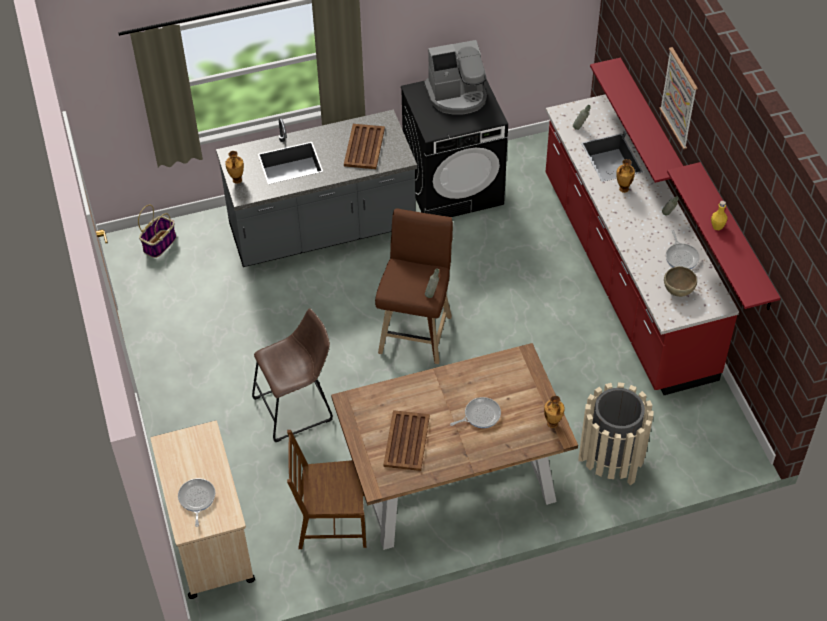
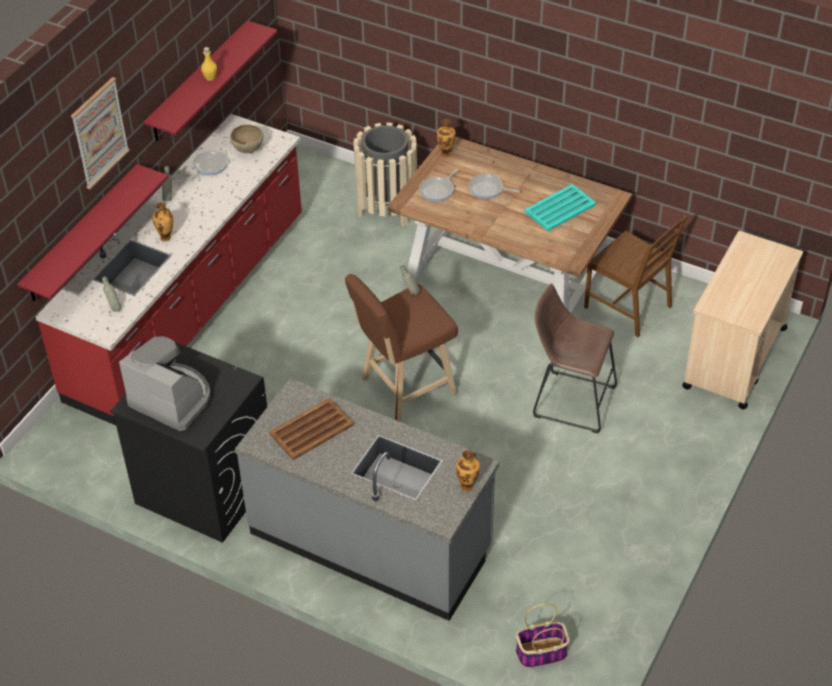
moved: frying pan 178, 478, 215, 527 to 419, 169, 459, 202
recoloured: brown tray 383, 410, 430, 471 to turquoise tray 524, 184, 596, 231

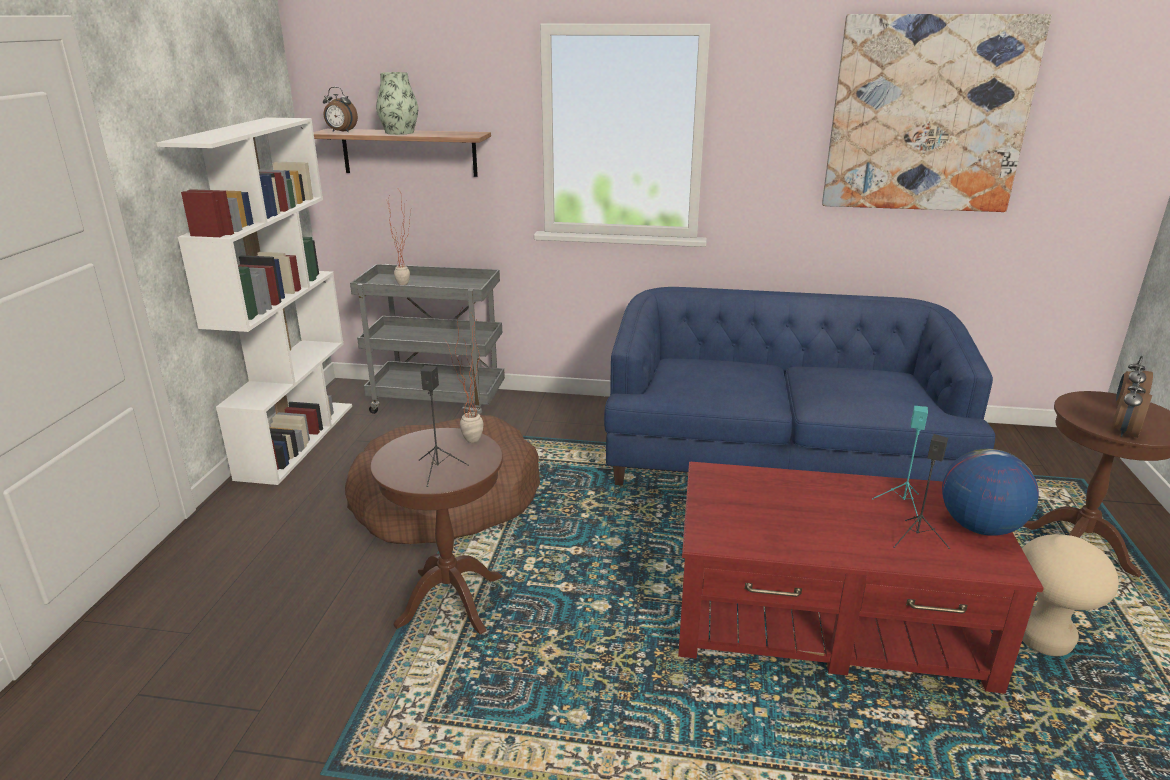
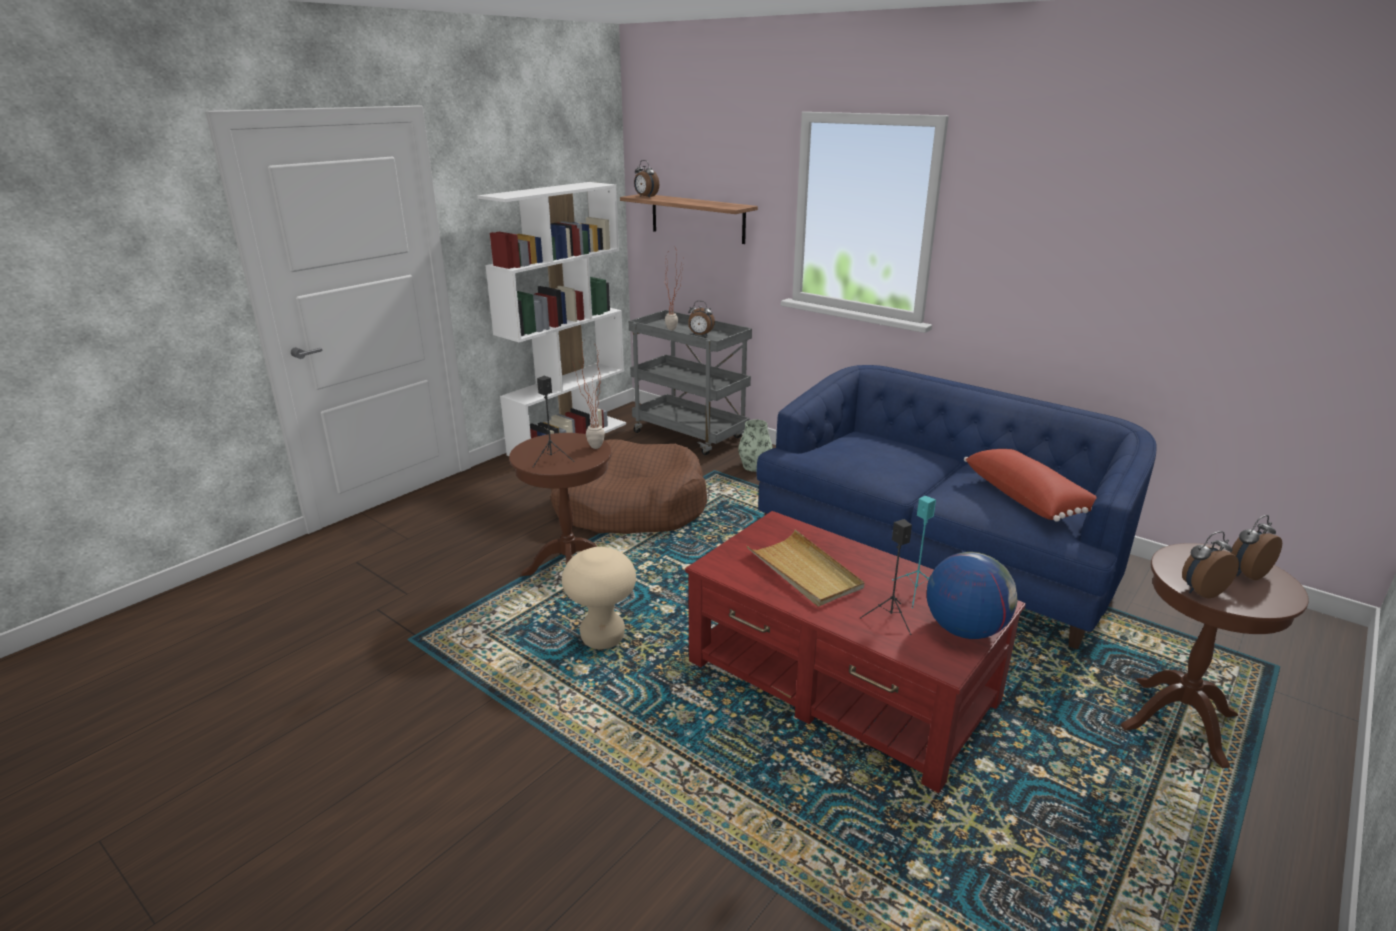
removed: picture 822, 14, 1051, 212
added: alarm clock 688, 301, 715, 336; beige tray 747, 530, 865, 606; red pillow 964, 449, 1096, 522
moved: beige stool 1022, 534, 1119, 656 to 562, 547, 636, 649; vase 376, 72, 418, 135 to 738, 419, 773, 472

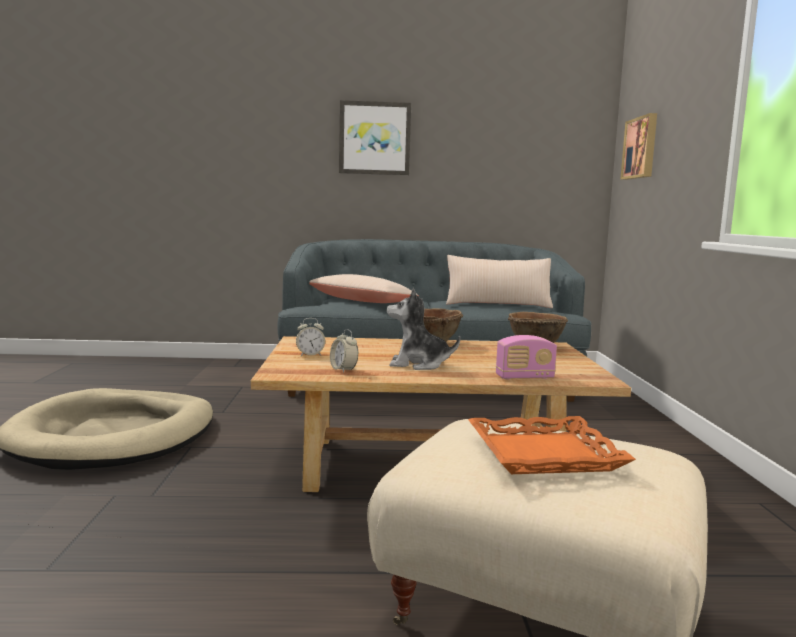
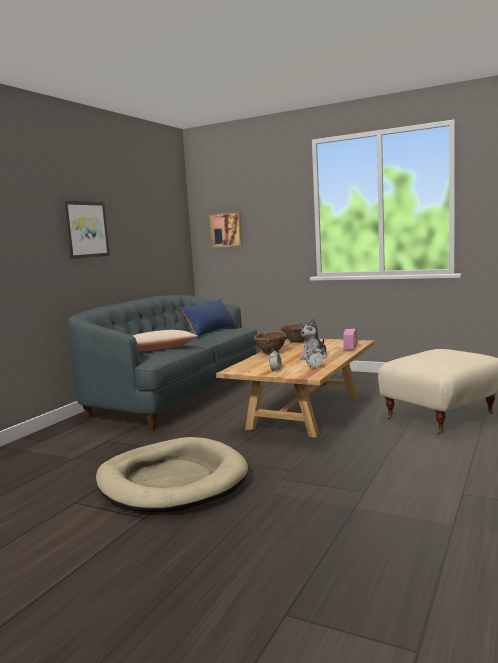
removed: orange tray 468, 416, 636, 474
recoloured: beige pillow 446, 255, 553, 308 to blue pillow 181, 299, 235, 338

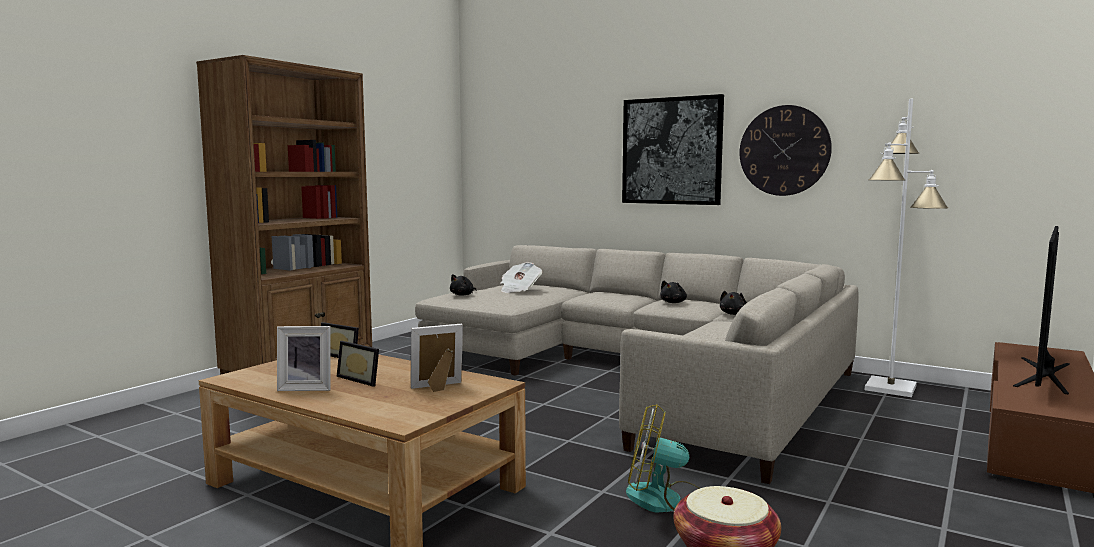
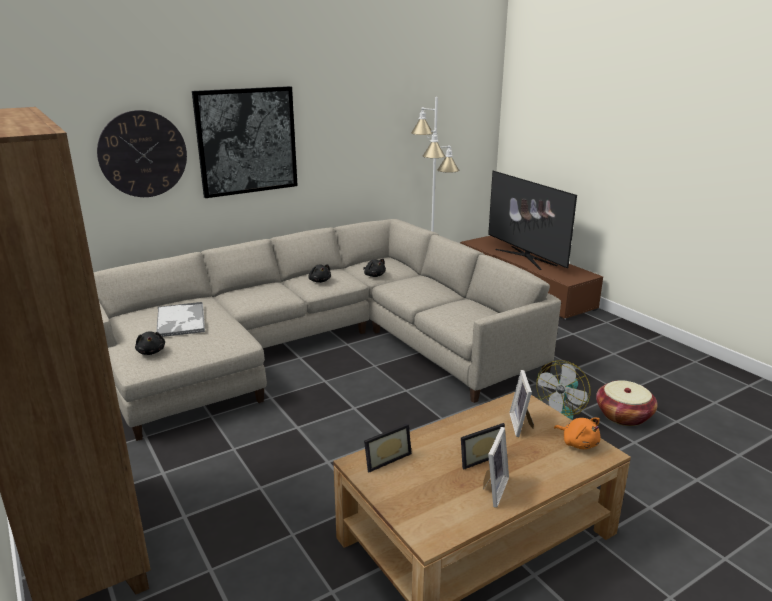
added: orange plush toy 554, 418, 601, 449
moved: wall clock 739, 105, 832, 196 to 97, 110, 187, 197
replaced: newspaper 500, 262, 542, 293 to tray 156, 302, 205, 337

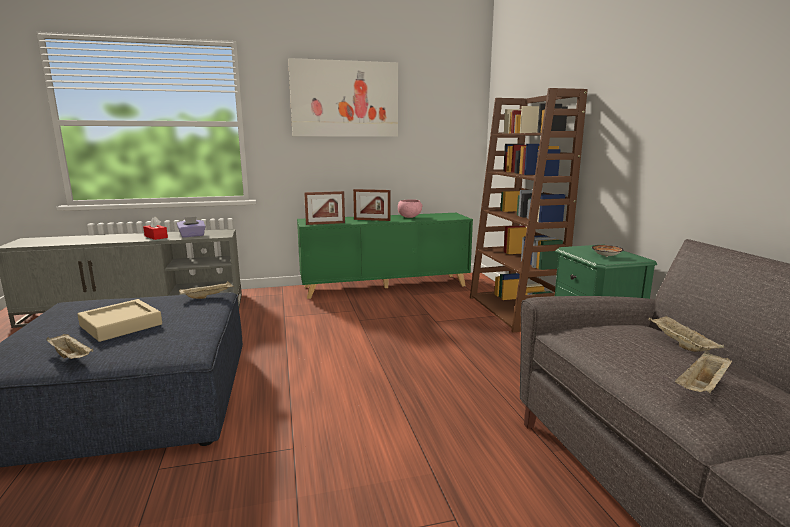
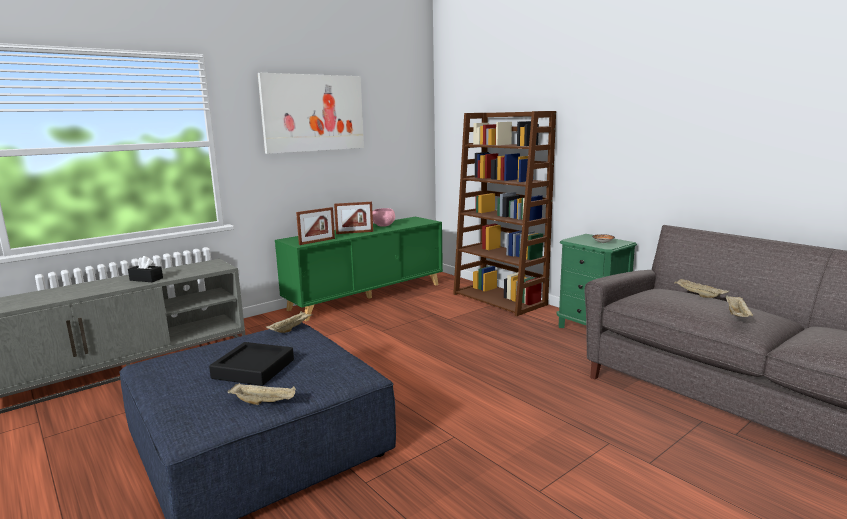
removed: purple tissue box 177, 217, 206, 237
recoloured: red tissue box 143, 216, 168, 240 to black tissue box 128, 256, 163, 282; beige tray 77, 299, 162, 342 to black tray 209, 342, 294, 386

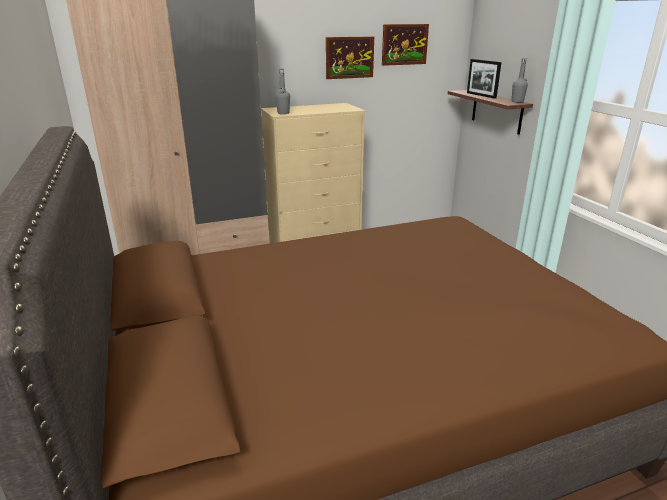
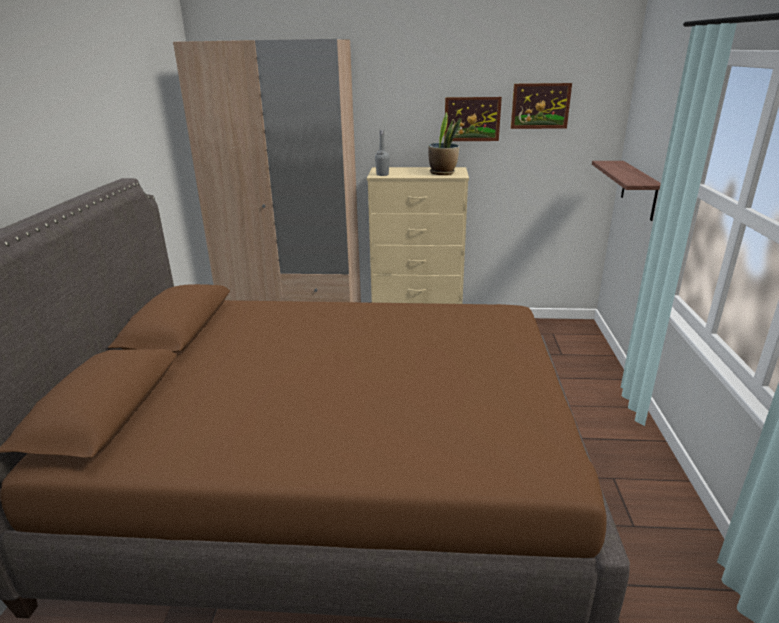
removed: picture frame 467, 59, 502, 99; grey bottle 512, 58, 528, 103
added: potted plant 429, 112, 461, 175

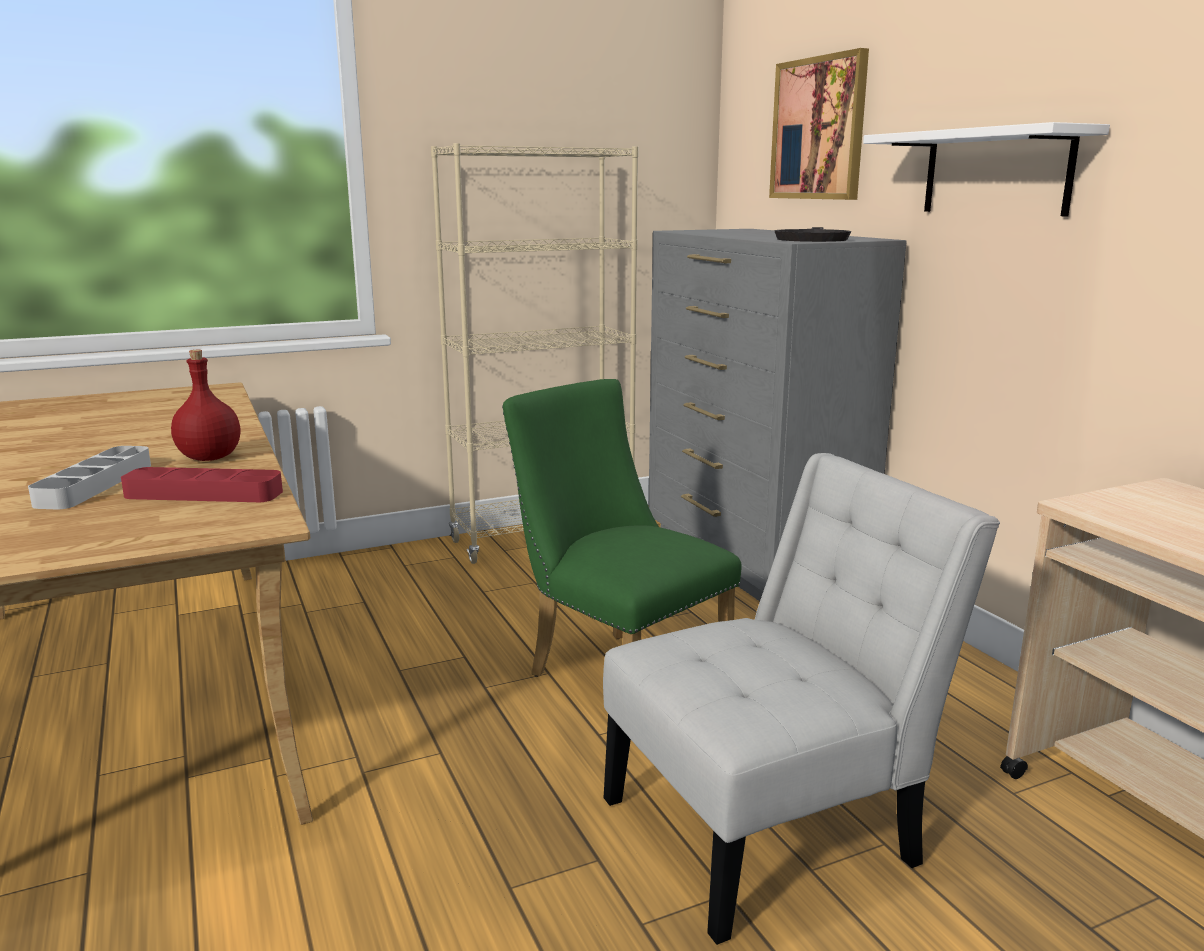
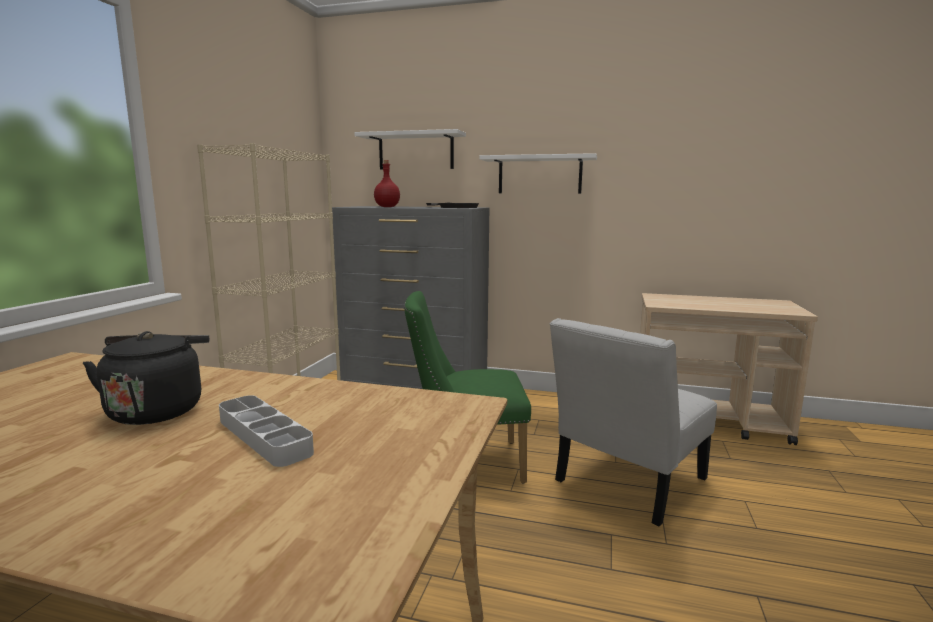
removed: red tray 121, 467, 283, 502
added: black kettle 83, 331, 210, 425
moved: red bottle 171, 350, 240, 461 to 374, 160, 400, 207
replaced: picture 769, 48, 869, 200 to white shelf 354, 129, 466, 170
turned: white chair 603, 453, 1000, 945 = 550, 318, 717, 527 150 degrees counterclockwise

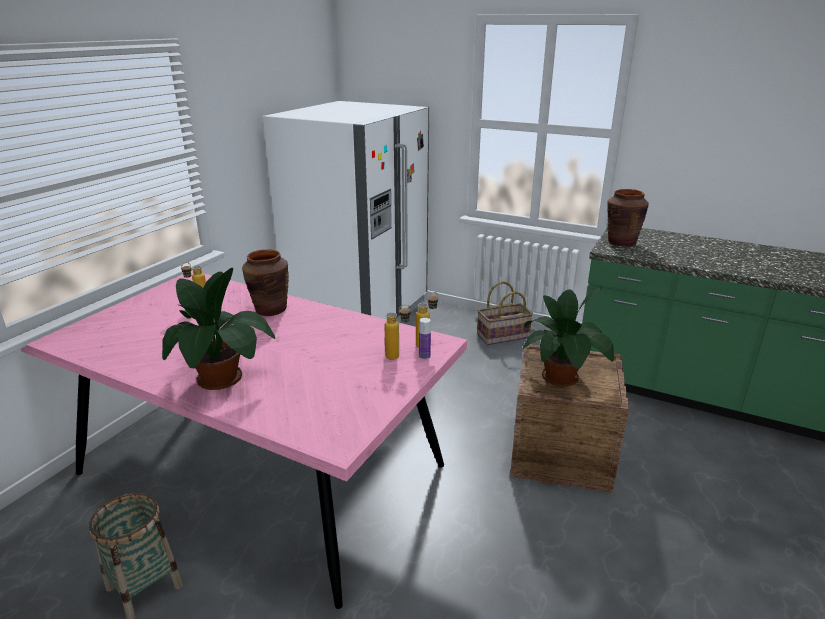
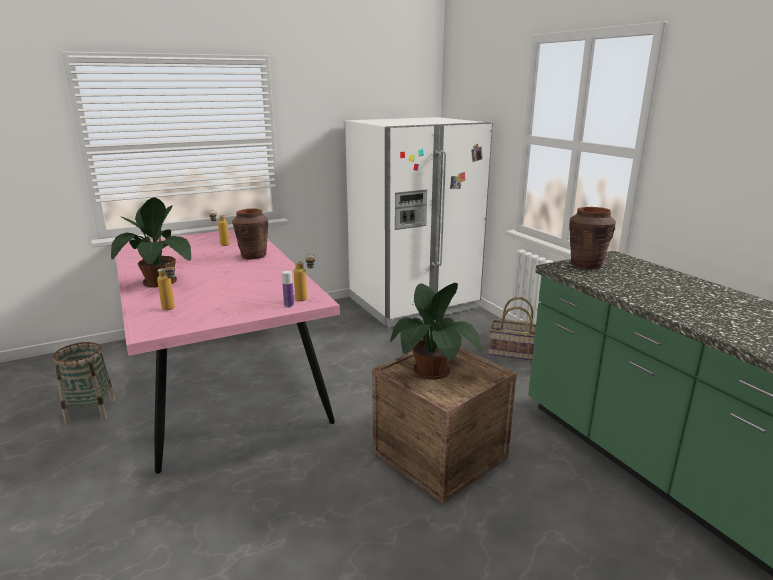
moved: bottle 385, 305, 411, 360 to 157, 263, 175, 310

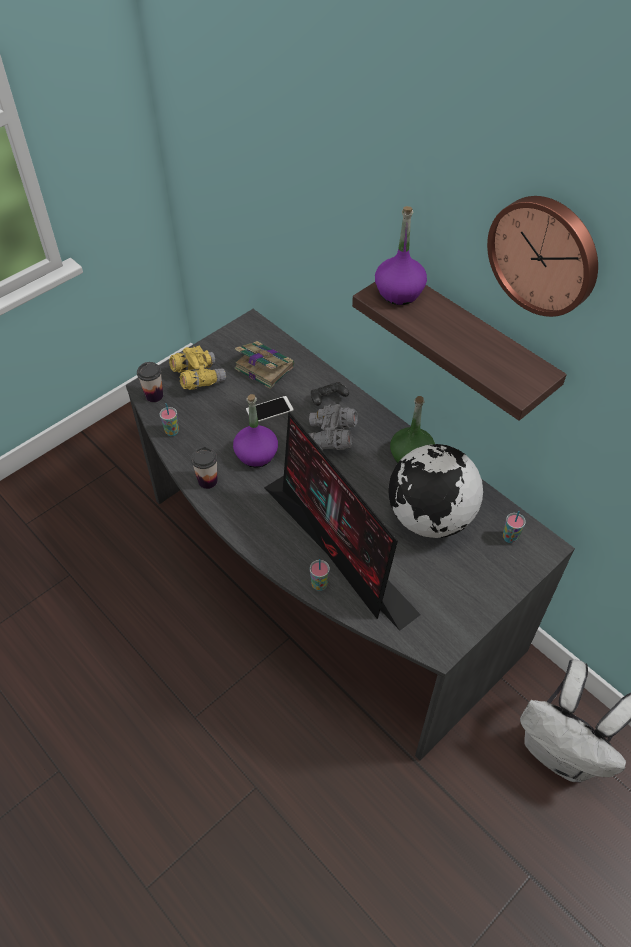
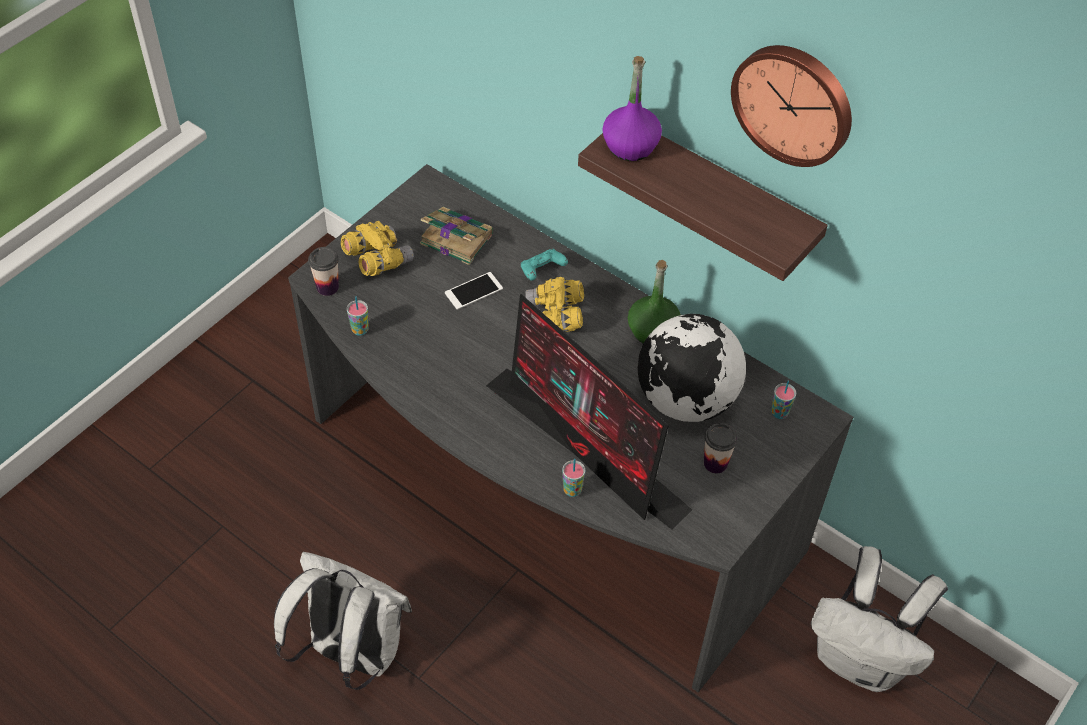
removed: purple bottle 233, 394, 278, 468
added: white backpack 274, 552, 412, 690
moved: cup 191, 447, 218, 489 to 704, 423, 738, 473
recoloured: black game controller 311, 382, 349, 406 to turquoise game controller 521, 249, 568, 281; grey binoculars 308, 404, 358, 450 to yellow binoculars 525, 277, 584, 332

